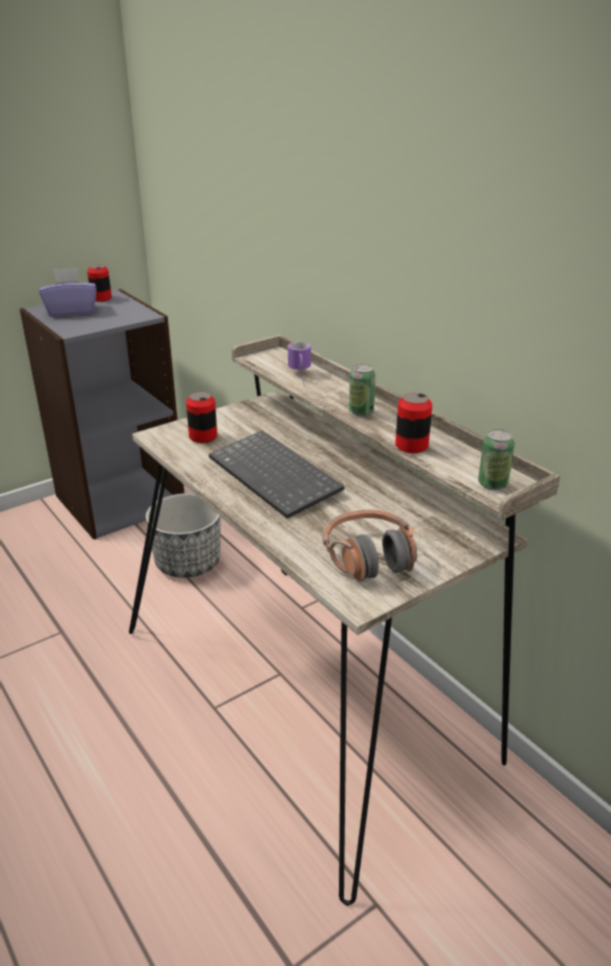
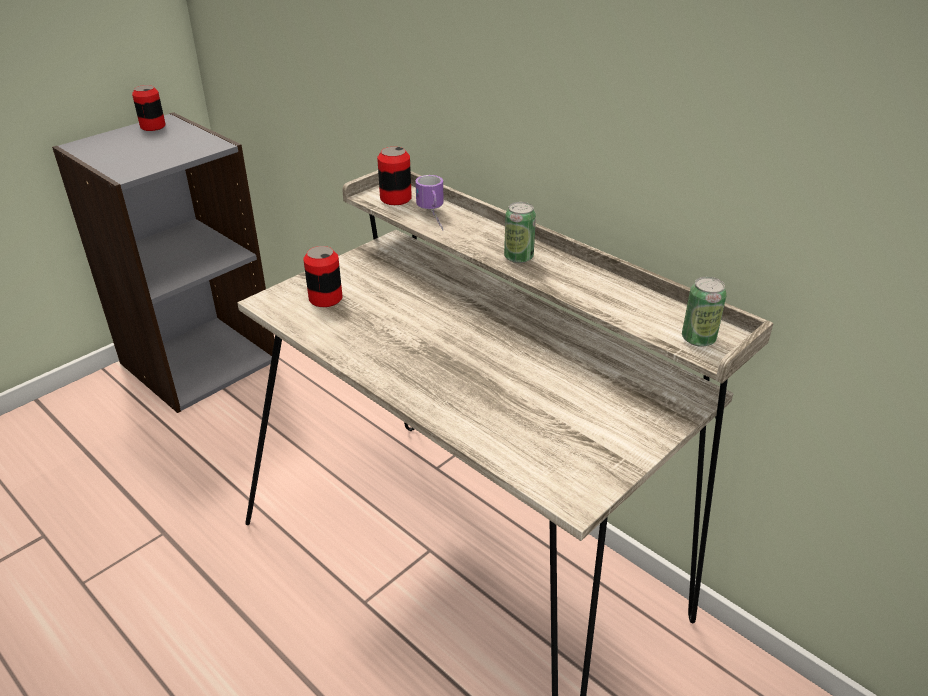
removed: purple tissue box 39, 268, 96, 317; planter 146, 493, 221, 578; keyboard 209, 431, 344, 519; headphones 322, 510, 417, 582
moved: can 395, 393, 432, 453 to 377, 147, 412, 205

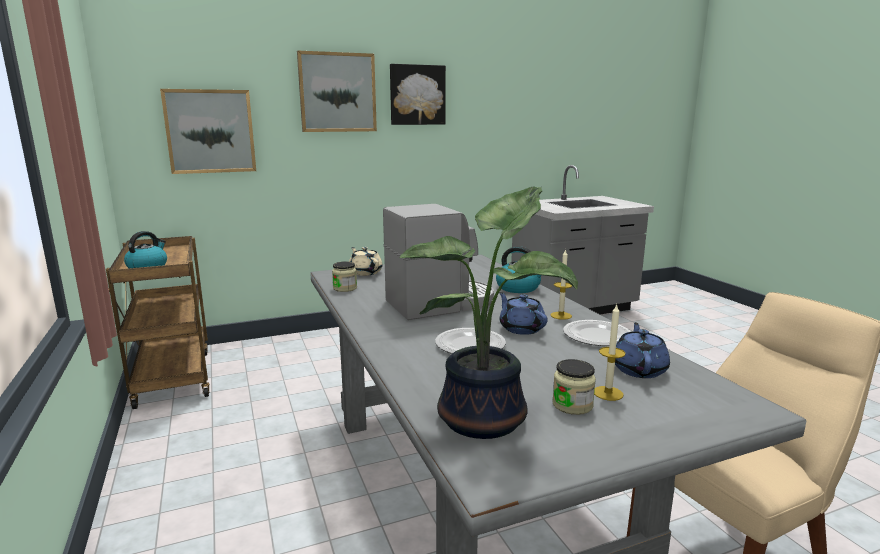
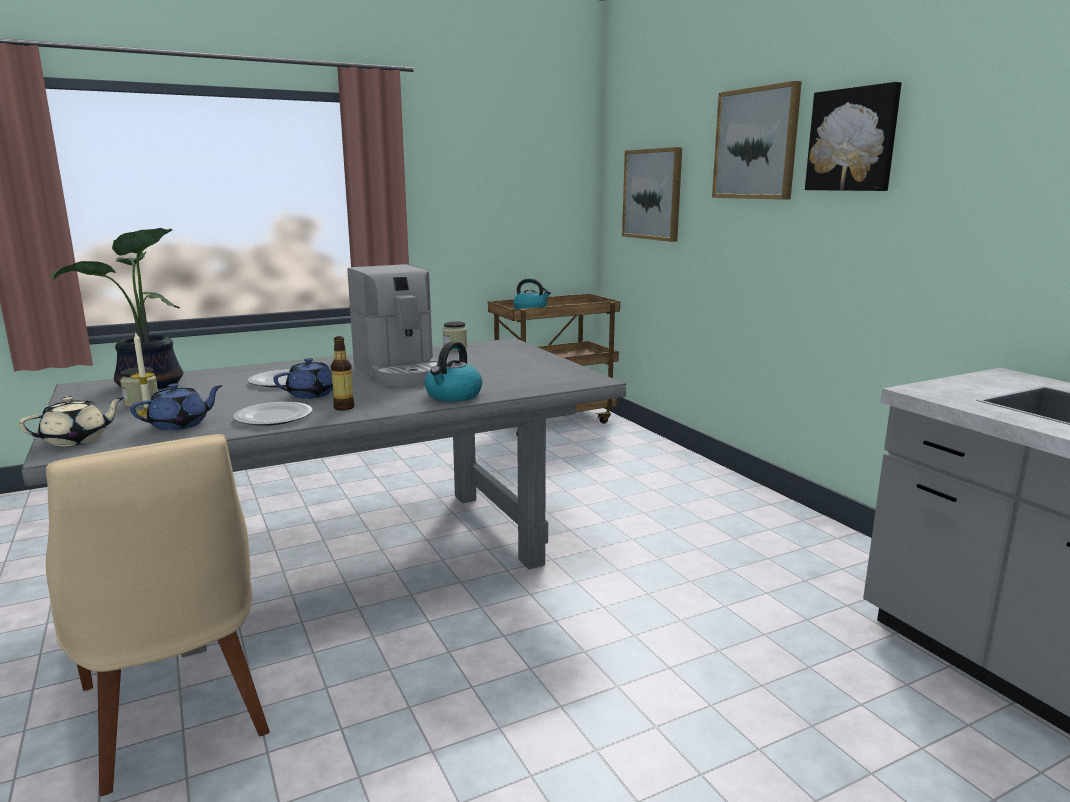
moved: beige teapot 349, 247, 383, 276 to 19, 396, 124, 446
replaced: candle 550, 249, 572, 320 to bottle 331, 336, 355, 411
turned: blue teapot 615, 322, 670, 378 = 130, 384, 223, 431 45 degrees counterclockwise

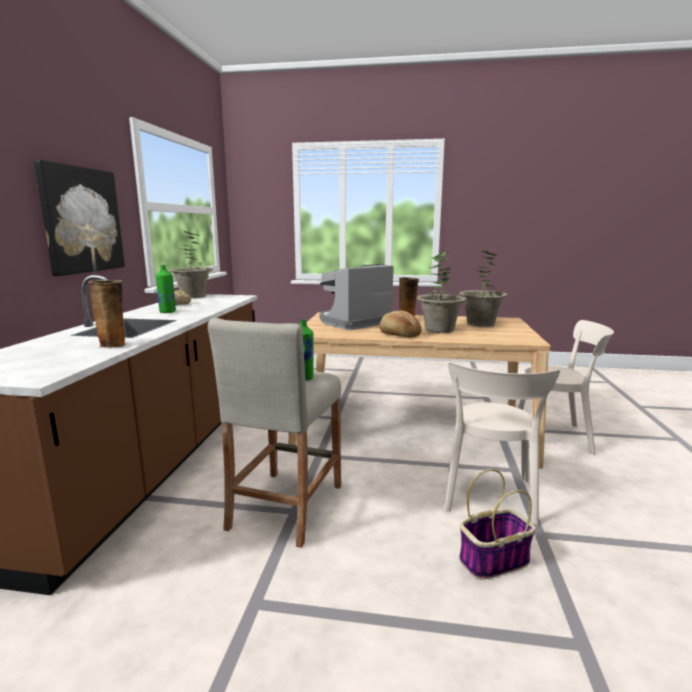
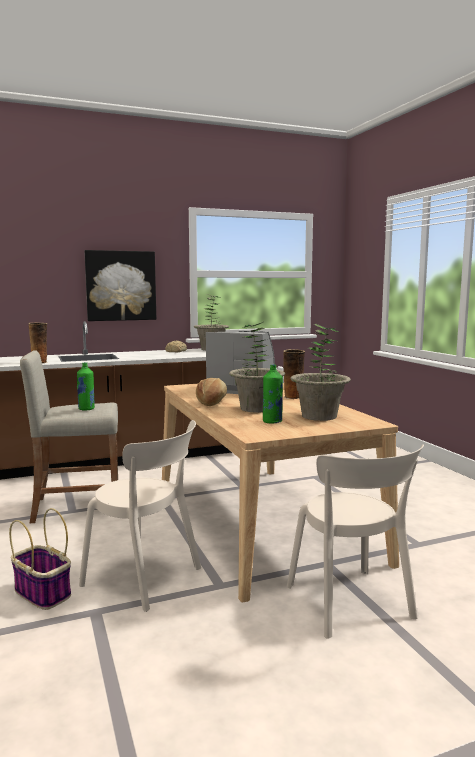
moved: green bottle 156, 265, 176, 313 to 263, 365, 283, 424
turned: beige chair 444, 362, 560, 525 = 79, 420, 201, 612 135 degrees counterclockwise

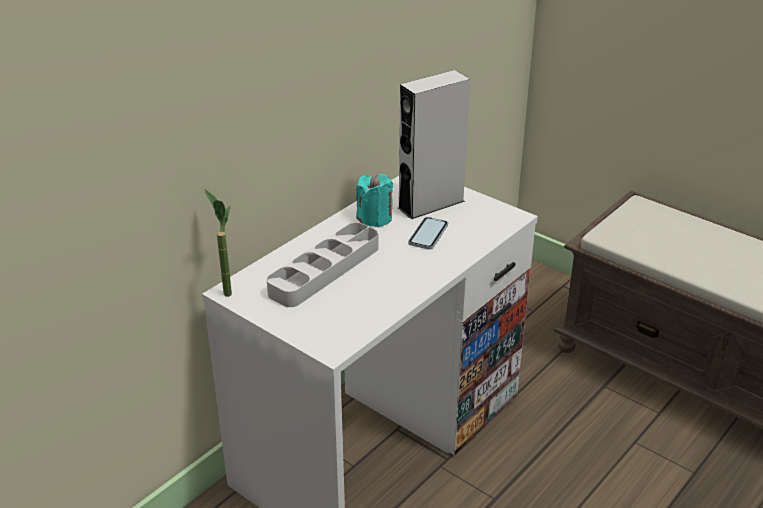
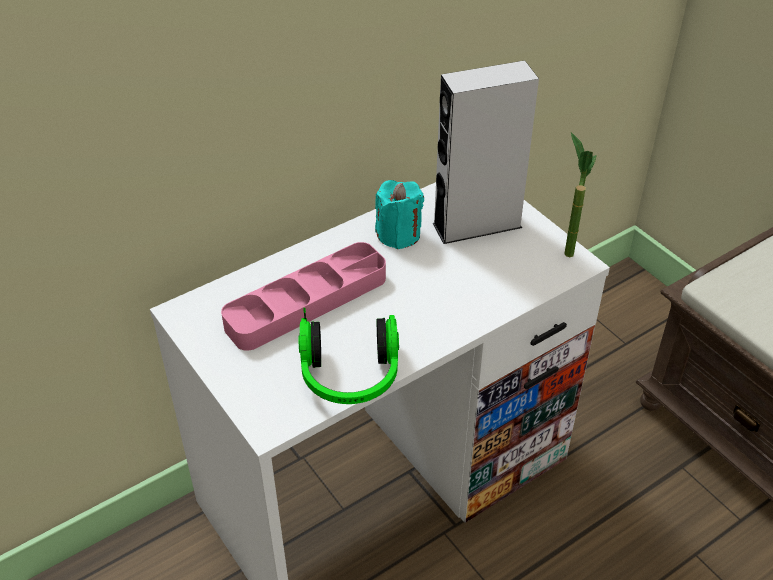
removed: phone 408, 217, 448, 249
added: headphones 299, 308, 399, 404
moved: potted plant 204, 189, 232, 297 to 564, 132, 596, 257
recoloured: grey tray 266, 222, 378, 307 to pink tray 221, 242, 386, 351

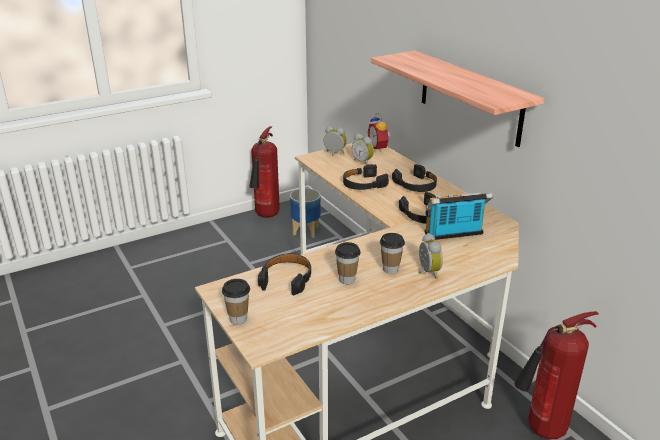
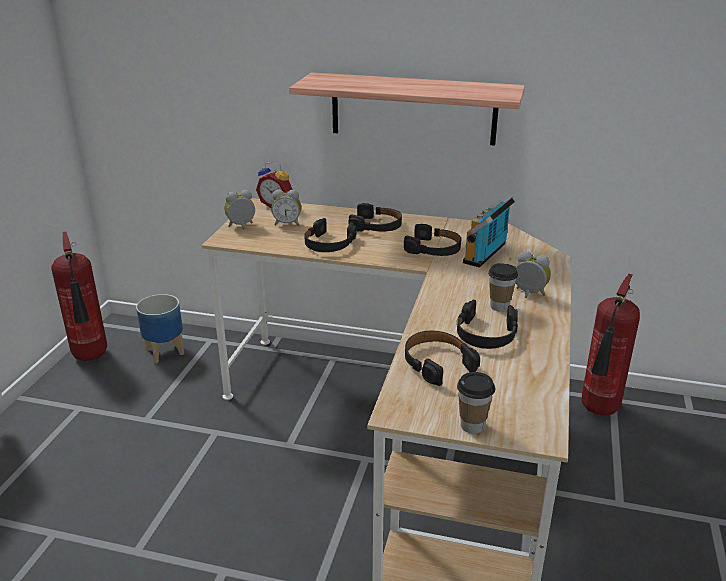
replaced: cup 335, 242, 361, 284 to black headphones 457, 300, 518, 349

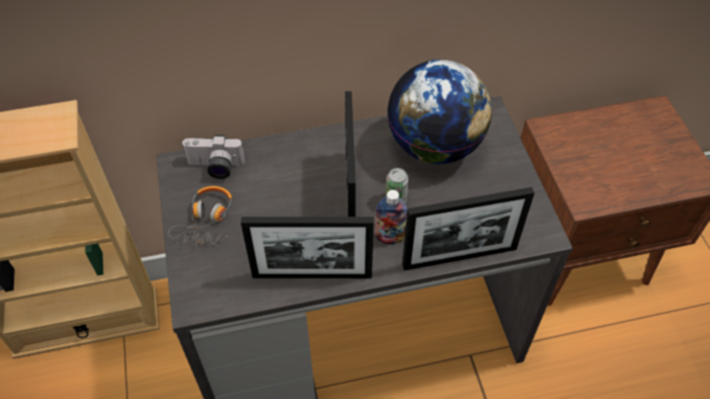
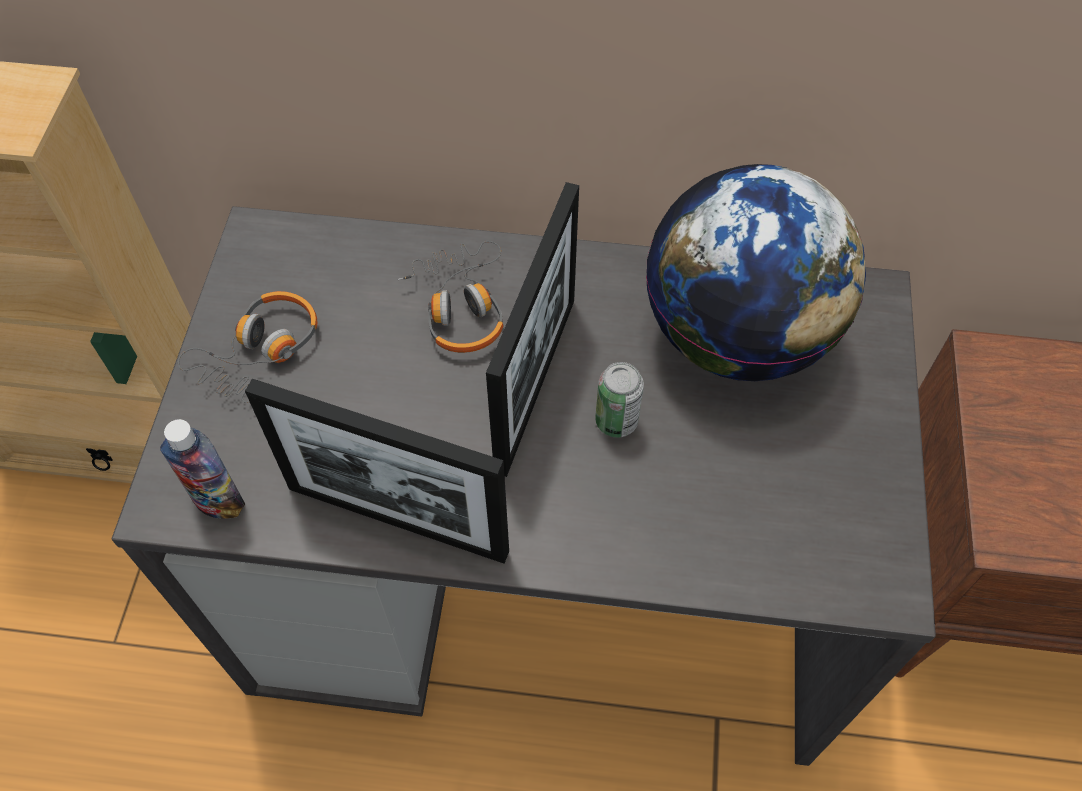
removed: photo camera 182, 135, 245, 179; picture frame 402, 187, 534, 270
added: headphones 398, 241, 503, 353
moved: bottle 375, 190, 408, 244 to 160, 419, 245, 519

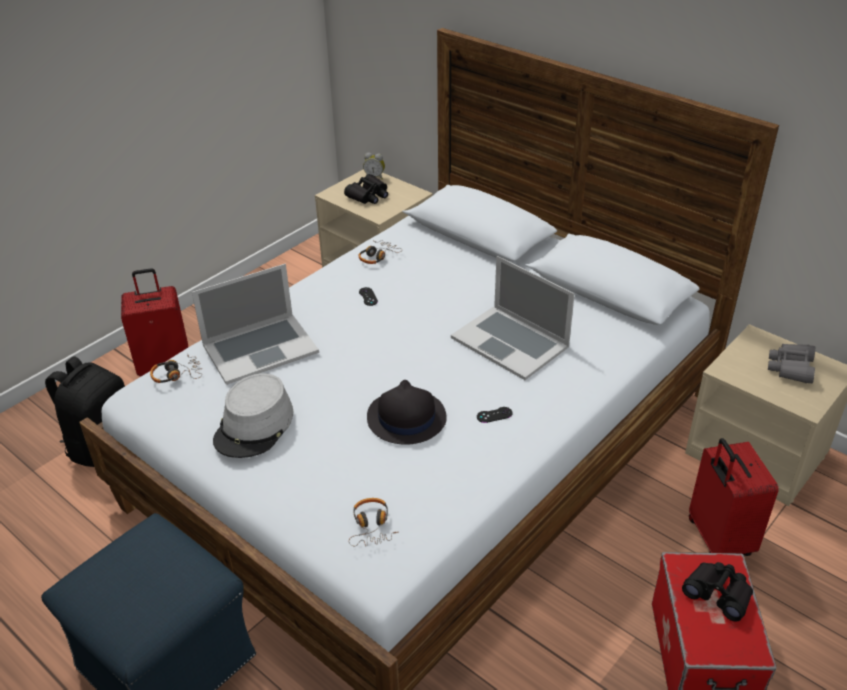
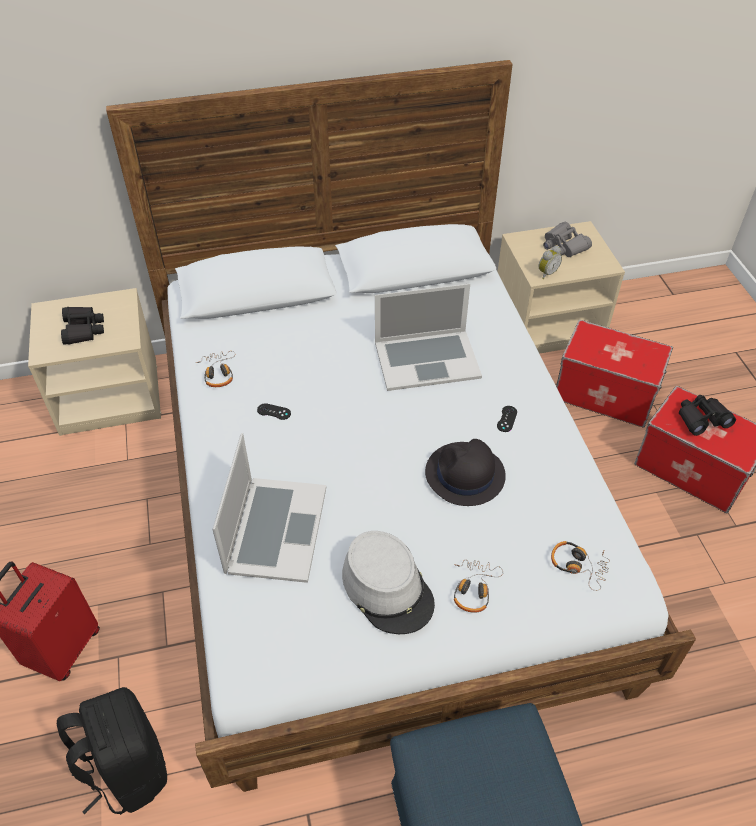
moved: headphones 150, 355, 202, 383 to 454, 560, 503, 613; alarm clock 363, 152, 385, 179 to 538, 246, 562, 279
replaced: red suitcase 689, 438, 779, 556 to storage box 556, 320, 673, 428

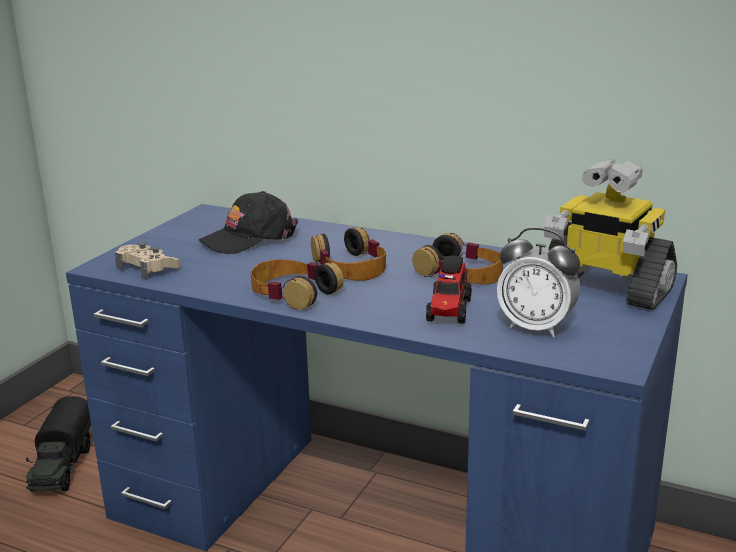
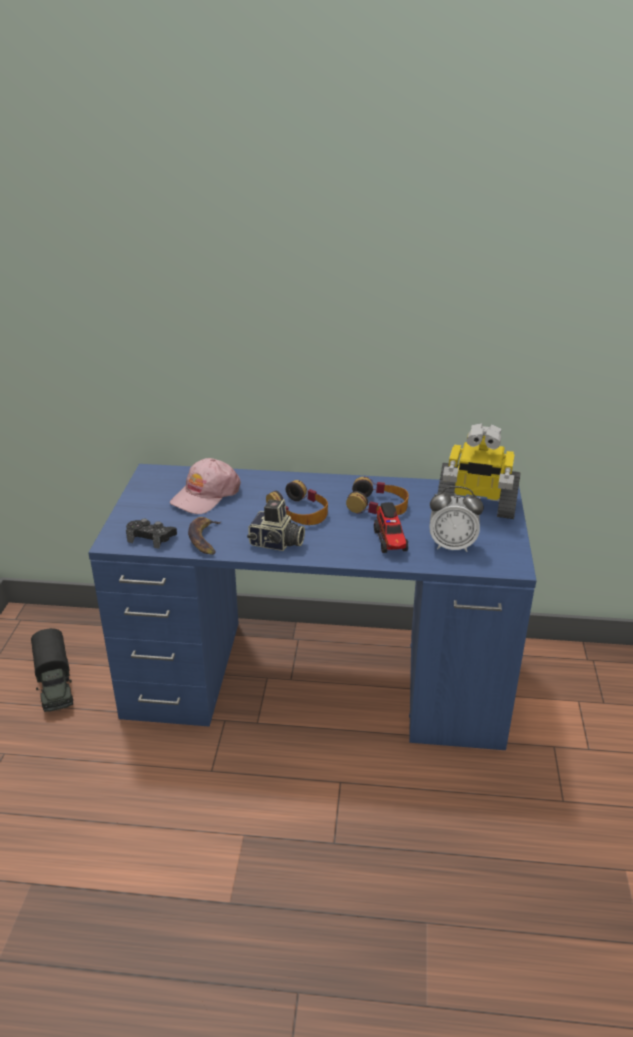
added: banana 188, 517, 222, 555
replaced: headphones 251, 259, 344, 310 to photo camera 247, 499, 305, 551
recoloured: beige game controller 115, 242, 181, 279 to black game controller 126, 518, 177, 549; black cap 199, 191, 298, 254 to pink cap 170, 458, 241, 514

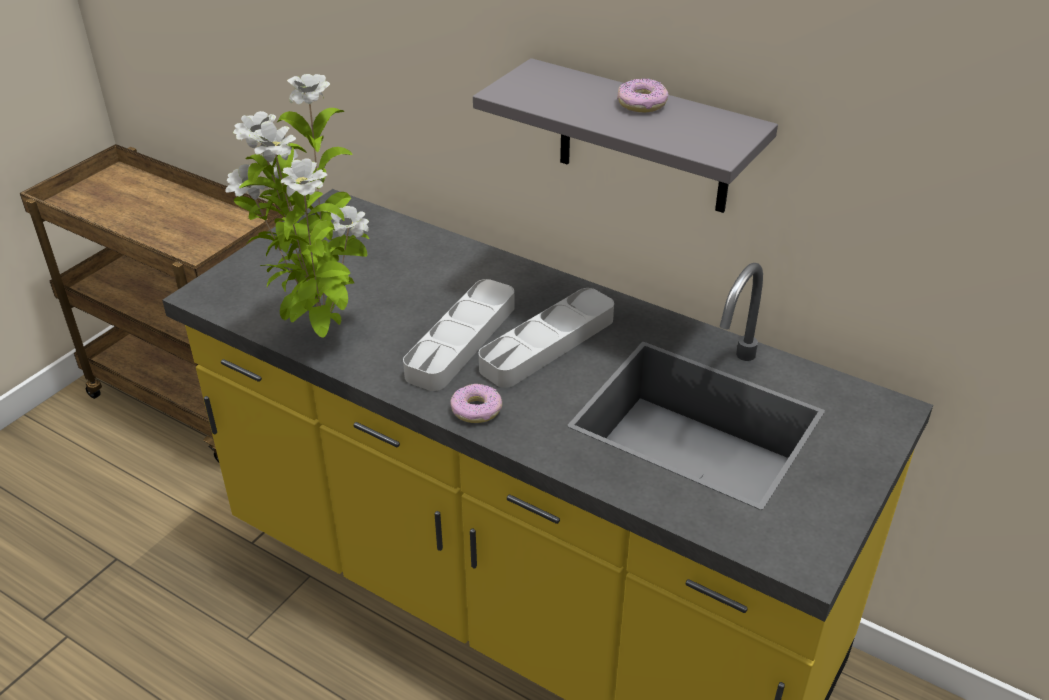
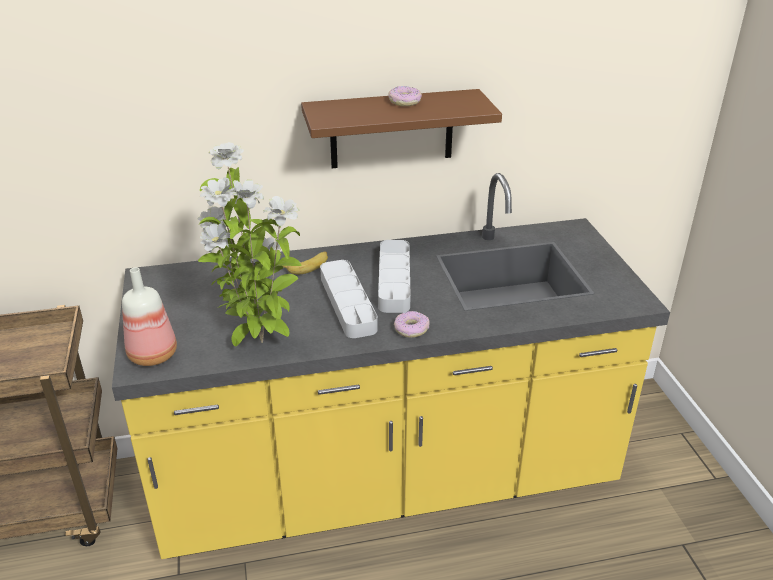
added: bottle 122, 267, 177, 366; banana 283, 251, 328, 274
recoloured: grey shelf 473, 58, 778, 213 to brown shelf 301, 89, 502, 168

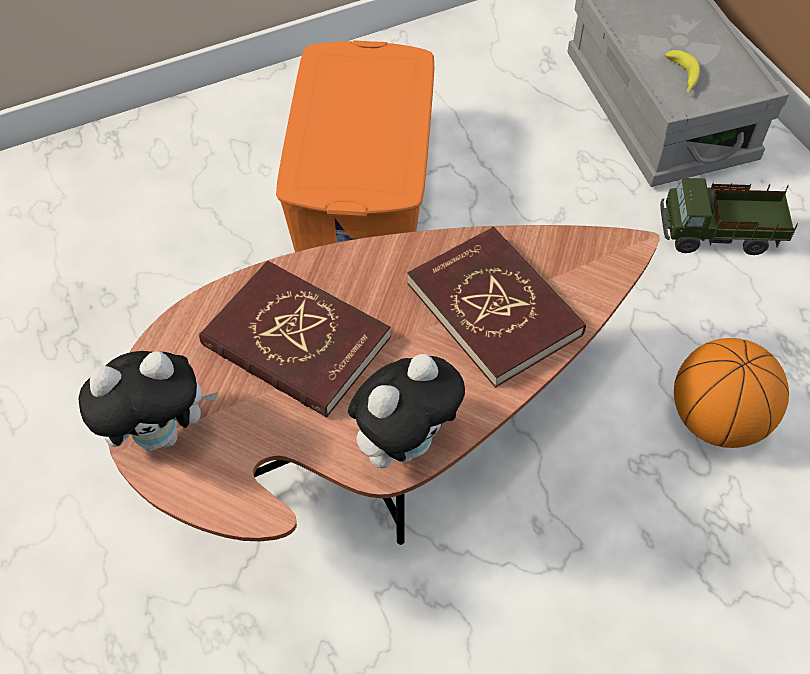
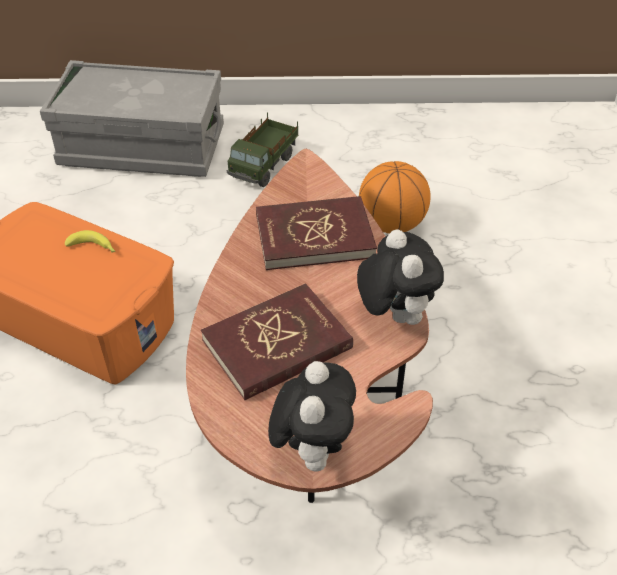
moved: banana 665, 50, 700, 93 to 65, 230, 115, 252

